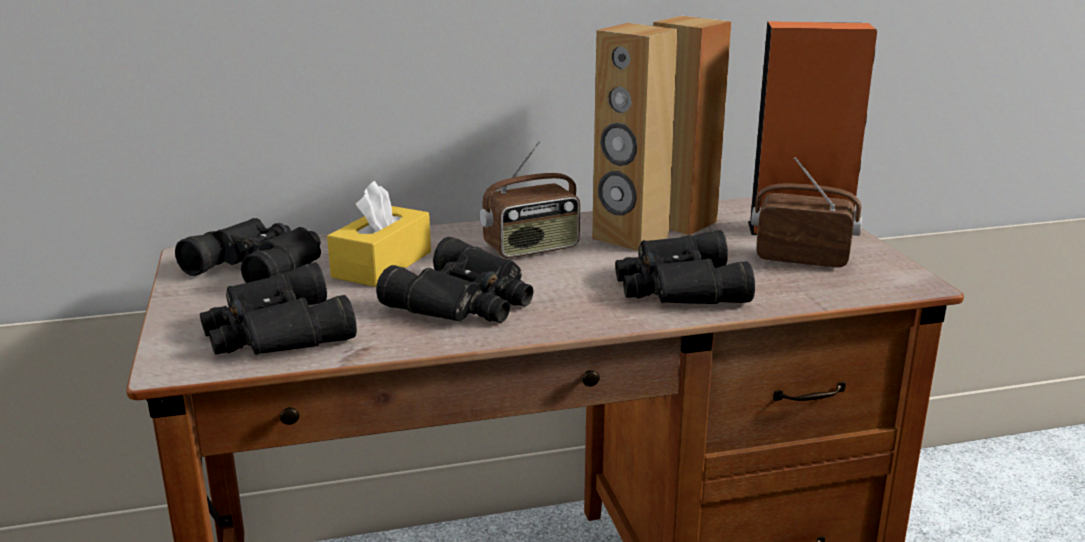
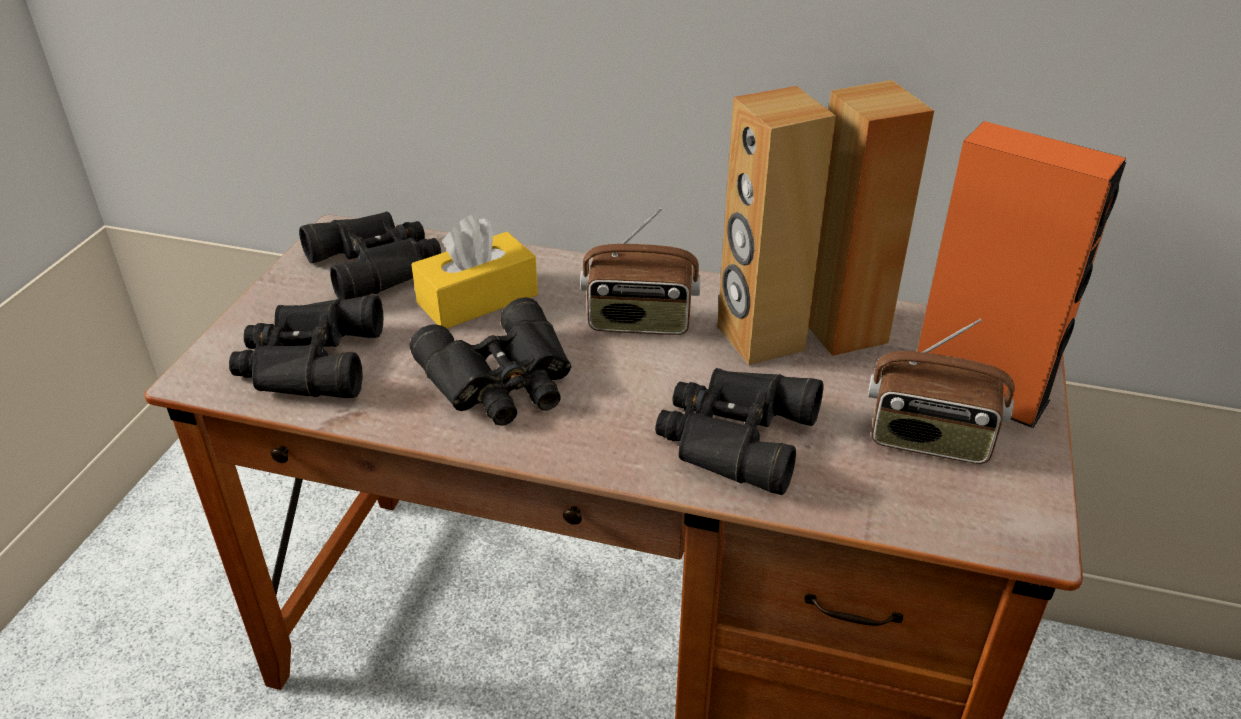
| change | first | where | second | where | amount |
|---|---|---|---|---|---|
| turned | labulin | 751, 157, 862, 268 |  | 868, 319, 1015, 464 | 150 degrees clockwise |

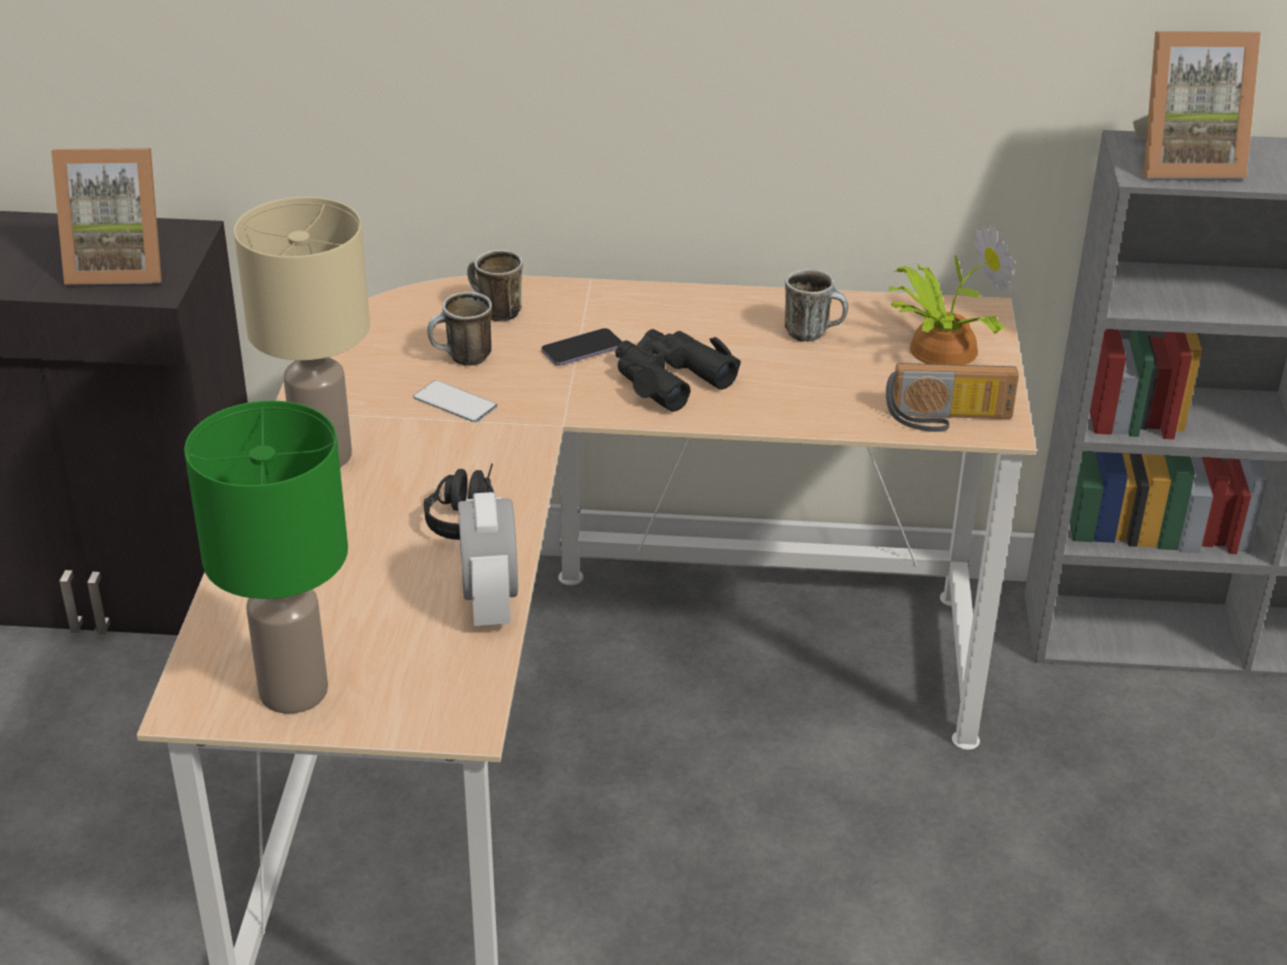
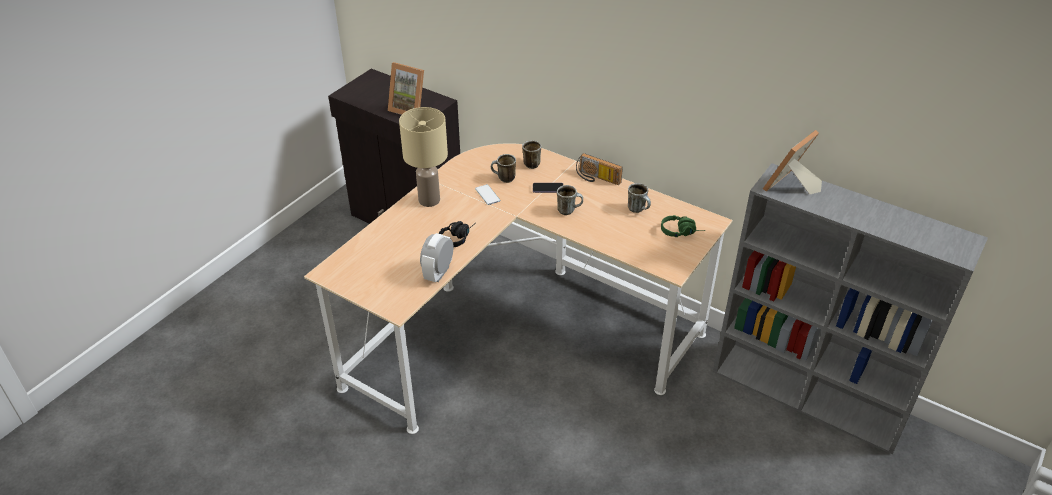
| change | first | where | second | where | amount |
|---|---|---|---|---|---|
| turned | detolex | 1133, 31, 1261, 178 |  | 763, 130, 822, 194 | 105 degrees clockwise |
| replaced | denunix | 889, 225, 1015, 365 | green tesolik | 661, 215, 706, 237 |  |
| replaced | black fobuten | 615, 329, 741, 412 | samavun | 557, 185, 583, 215 |  |
| moved | labulin | 886, 363, 1019, 432 |  | 576, 153, 623, 185 |  |
| removed | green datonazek | 184, 400, 348, 714 |  |  |  |

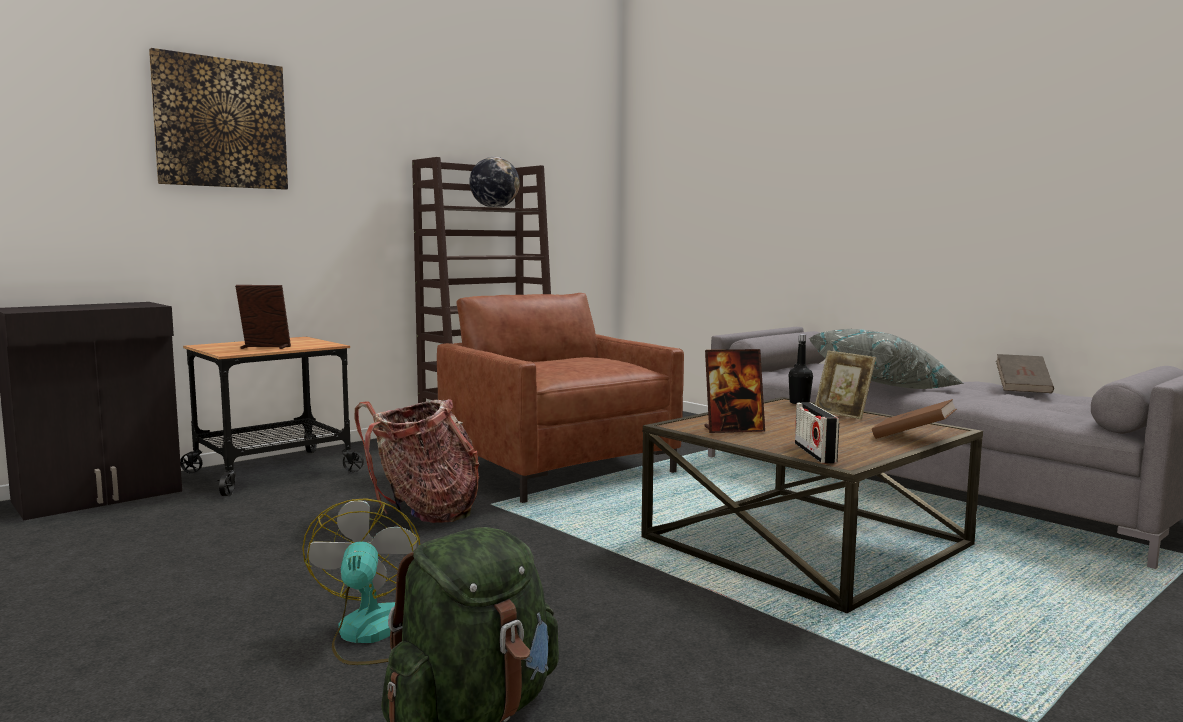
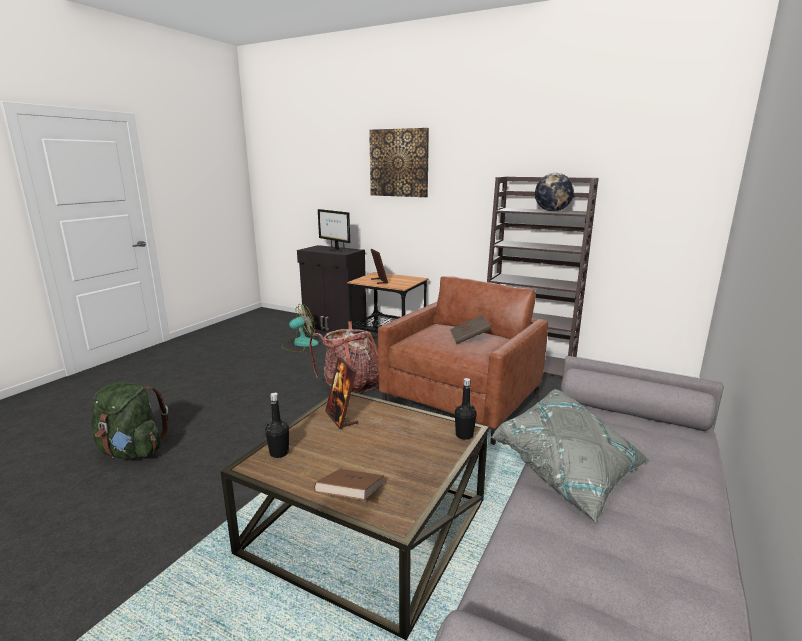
| change | first | where | second | where | amount |
|---|---|---|---|---|---|
| removed | detolex | 815, 351, 876, 419 |  |  |  |
| moved | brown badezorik | 996, 354, 1054, 393 |  | 450, 315, 491, 344 |  |
| replaced | labulin | 795, 402, 839, 464 | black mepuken | 265, 393, 289, 458 |  |
| moved | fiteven | 302, 498, 420, 665 |  | 282, 304, 319, 352 |  |
| added |  |  | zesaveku | 318, 209, 350, 252 |  |

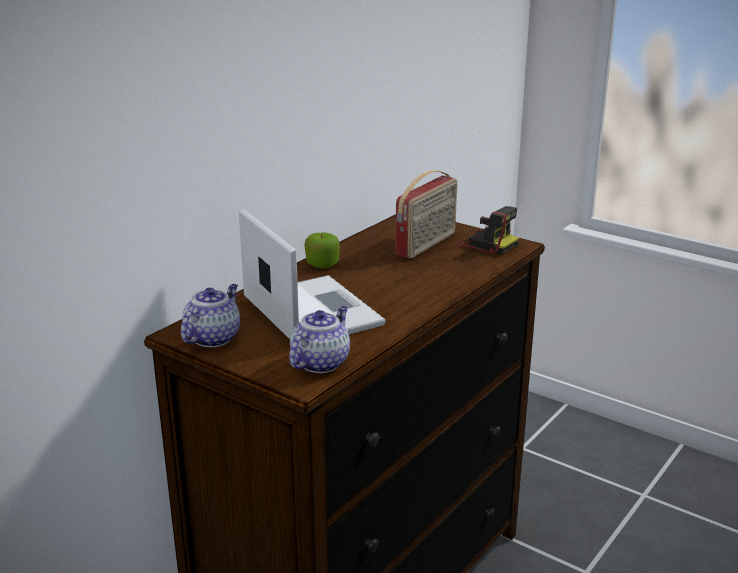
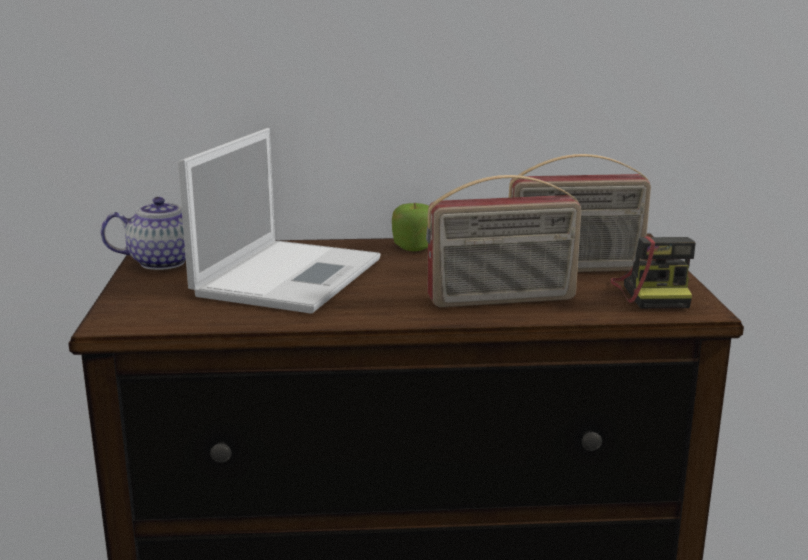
| change | first | where | second | where | amount |
|---|---|---|---|---|---|
| removed | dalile | 289, 306, 350, 373 |  |  |  |
| added |  |  | labulin | 426, 175, 581, 307 |  |

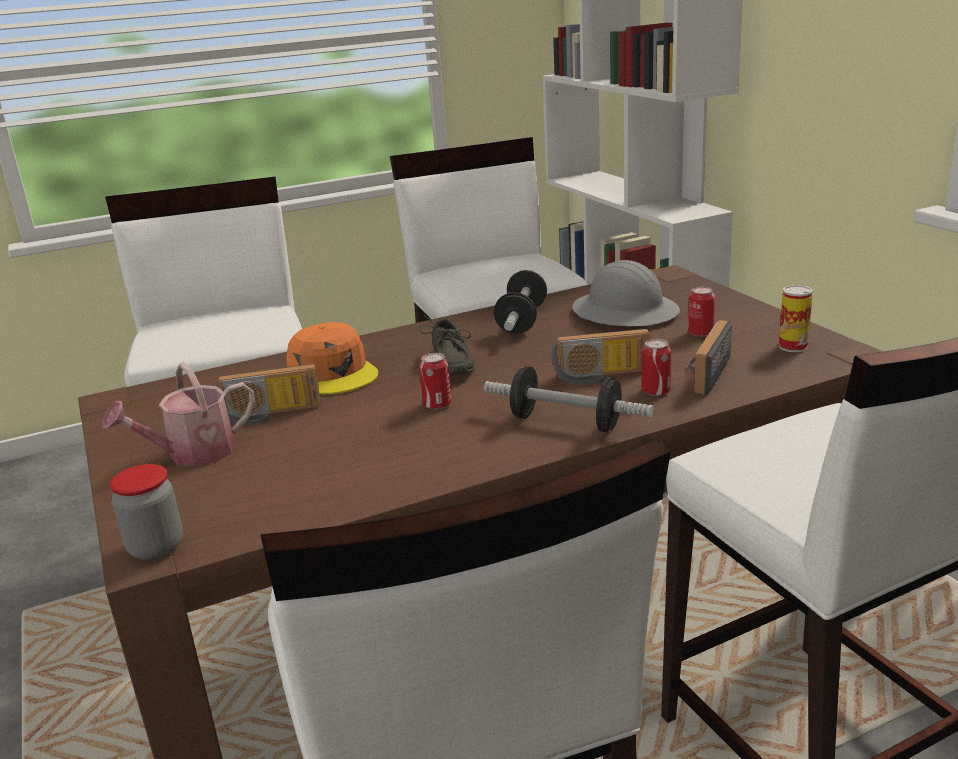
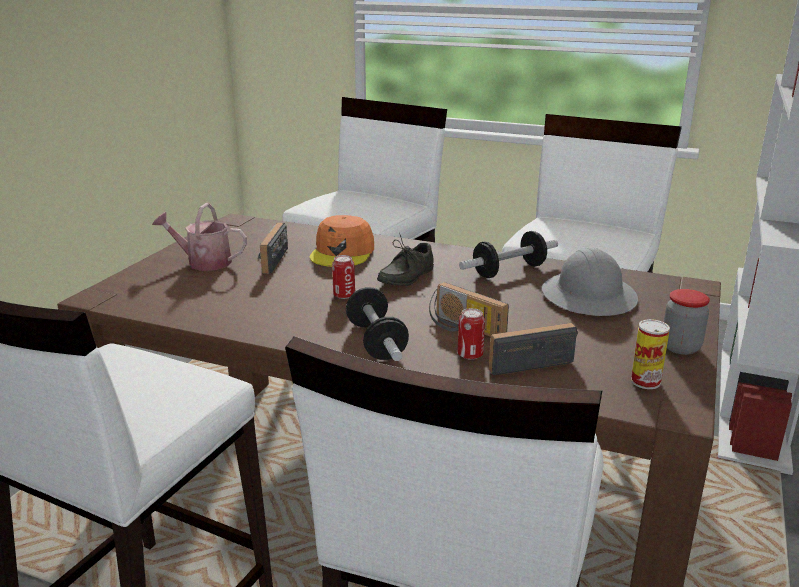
| change | first | where | second | where | amount |
|---|---|---|---|---|---|
| removed | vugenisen | 688, 287, 715, 337 |  |  |  |
| turned | labulin | 216, 364, 321, 425 |  | 258, 222, 288, 274 | 60 degrees clockwise |
| moved | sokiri | 110, 464, 183, 560 |  | 664, 289, 710, 355 |  |

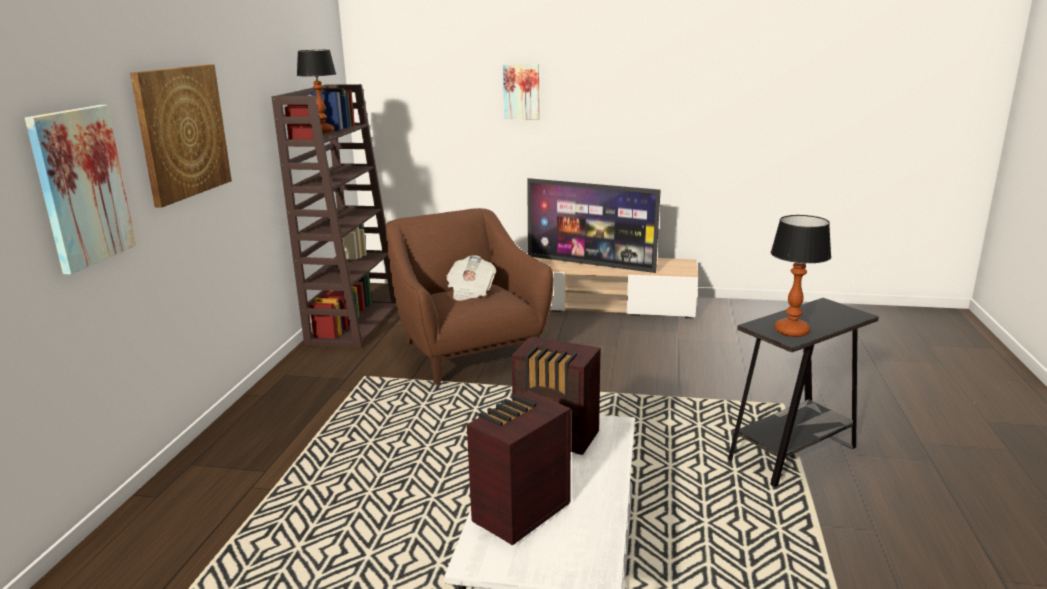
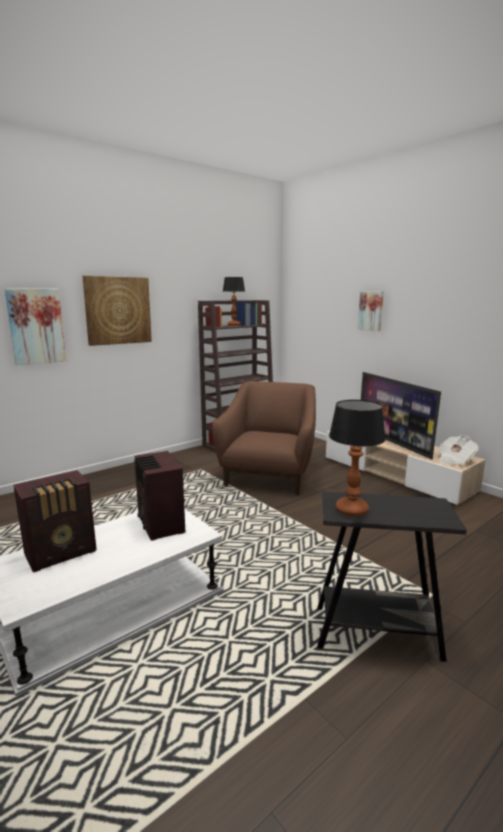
| change | first | where | second | where | amount |
|---|---|---|---|---|---|
| moved | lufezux | 446, 255, 496, 300 |  | 438, 435, 479, 465 |  |
| turned | labulin | 467, 391, 571, 545 |  | 13, 470, 97, 572 | 150 degrees clockwise |

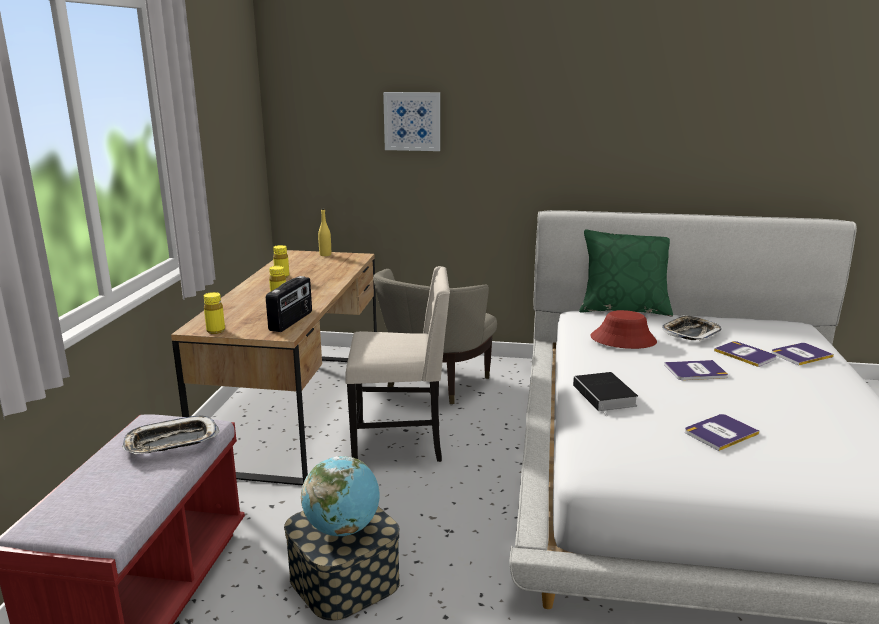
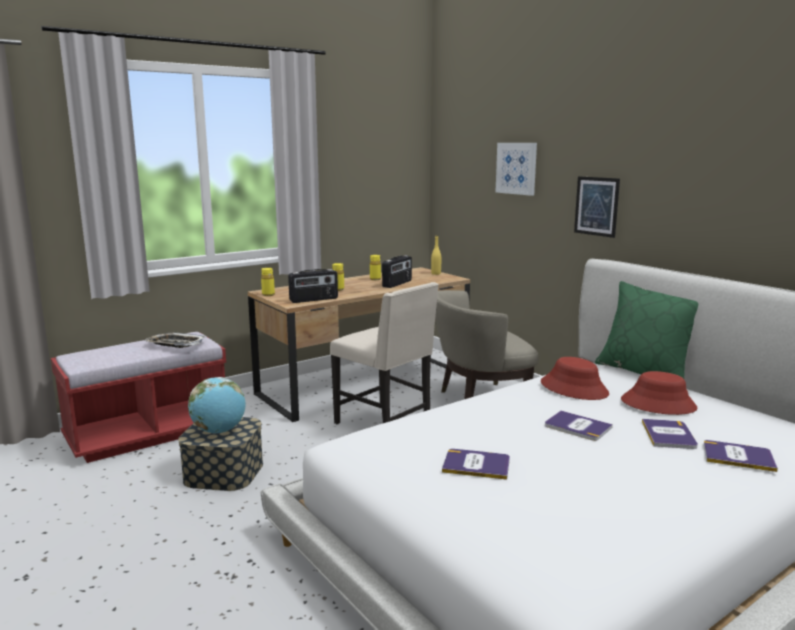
| change | first | where | second | where | amount |
|---|---|---|---|---|---|
| replaced | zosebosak | 662, 315, 722, 340 | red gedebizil | 621, 371, 697, 415 |  |
| removed | badezorik | 573, 372, 638, 416 |  |  |  |
| added |  |  | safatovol | 574, 176, 620, 238 |  |
| added |  |  | labulin | 382, 255, 412, 288 |  |

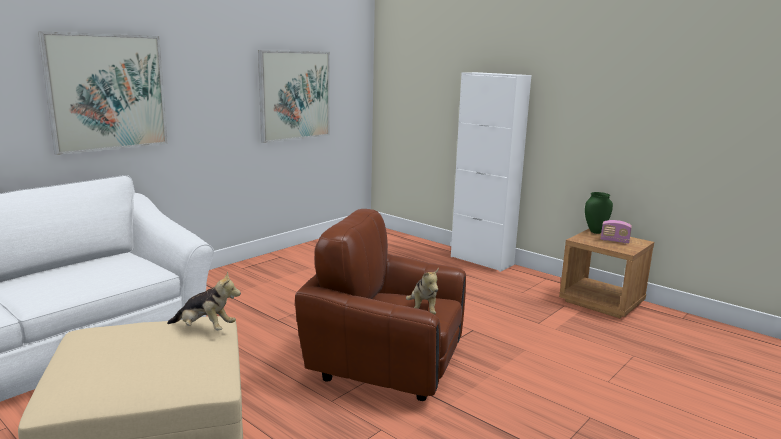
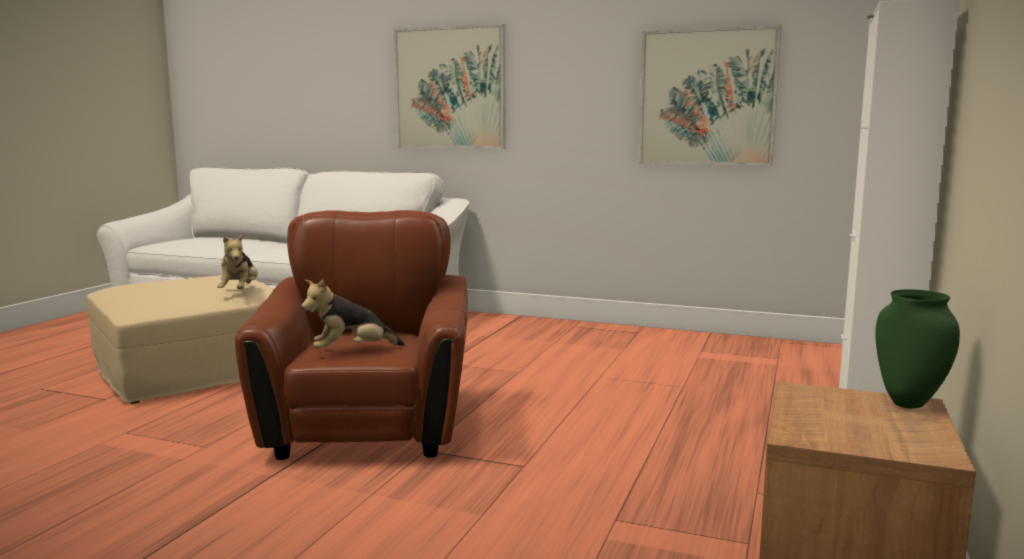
| change | first | where | second | where | amount |
|---|---|---|---|---|---|
| removed | labulin | 601, 220, 632, 244 |  |  |  |

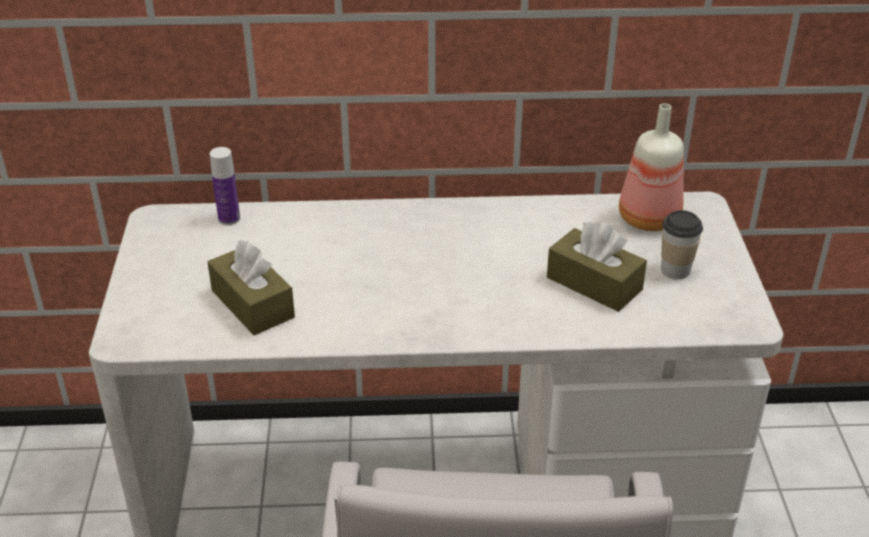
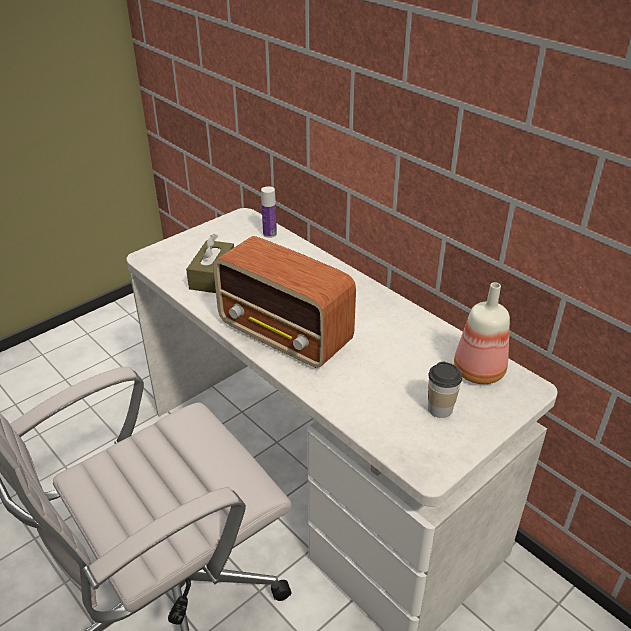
| change | first | where | second | where | amount |
|---|---|---|---|---|---|
| removed | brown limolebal | 547, 221, 647, 312 |  |  |  |
| added |  |  | labulin | 213, 236, 356, 368 |  |

